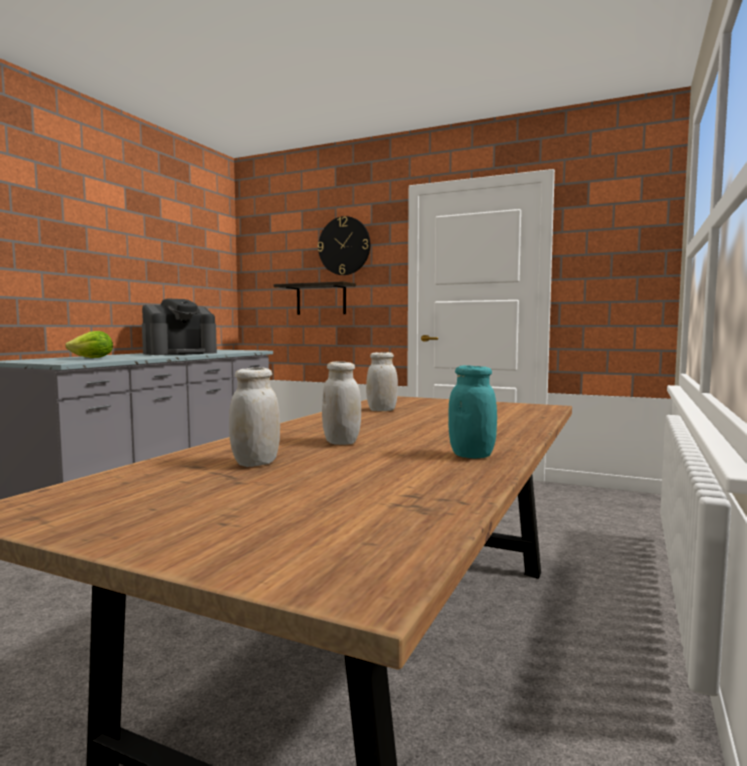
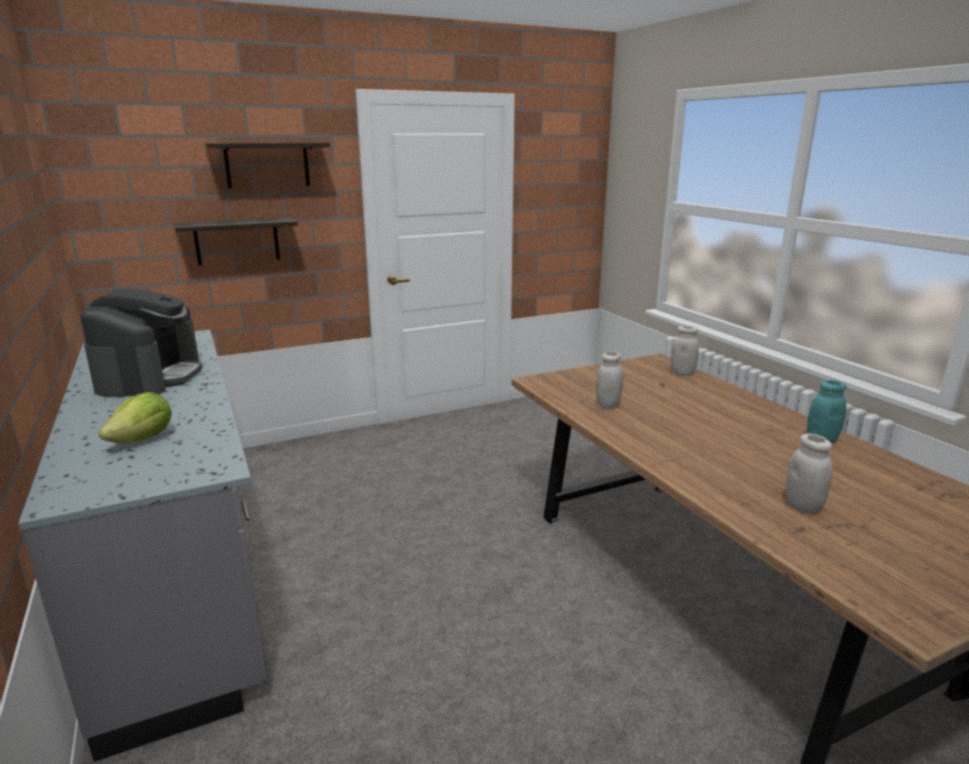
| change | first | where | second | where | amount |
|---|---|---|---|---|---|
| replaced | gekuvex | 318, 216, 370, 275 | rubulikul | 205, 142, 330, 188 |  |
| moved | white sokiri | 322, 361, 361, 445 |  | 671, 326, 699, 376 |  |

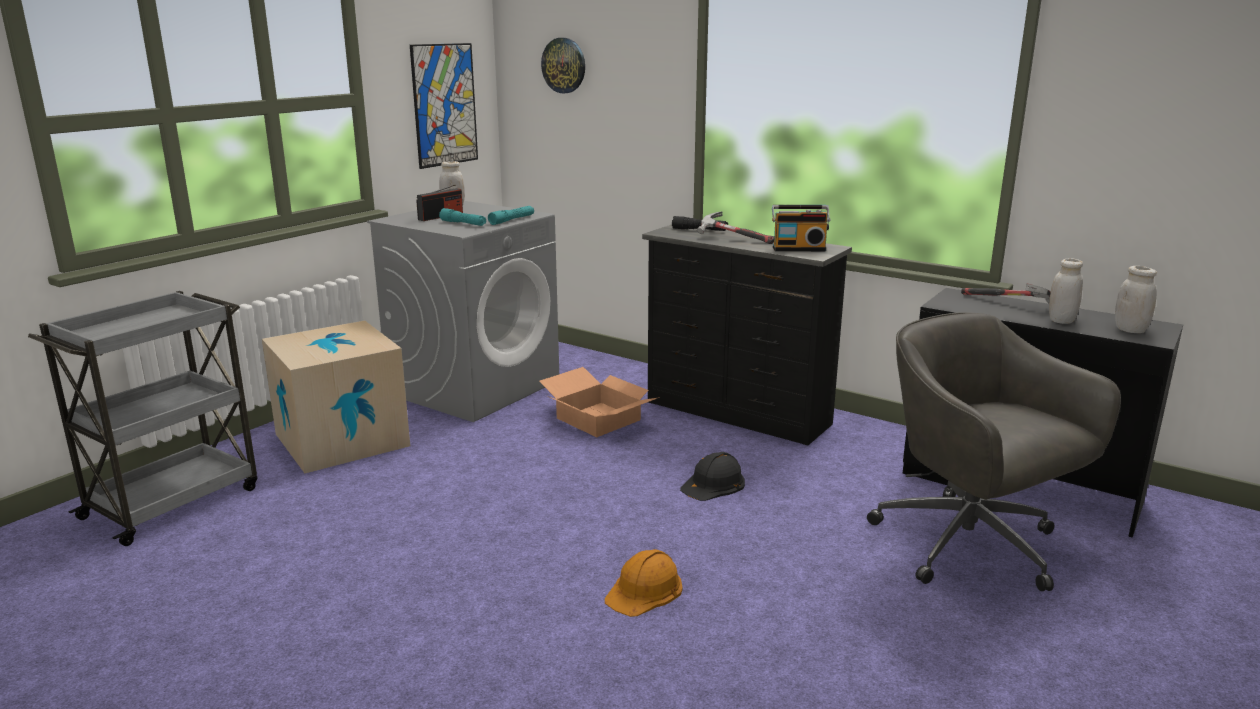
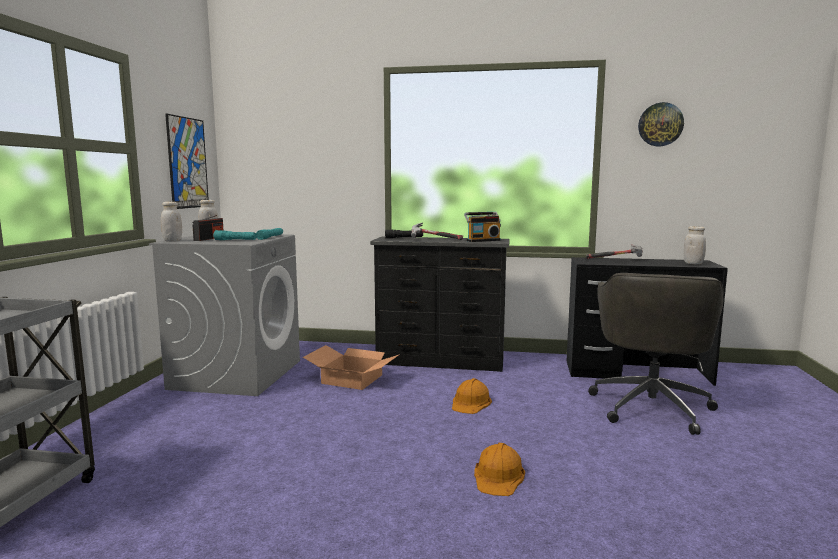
| change | first | where | second | where | amount |
|---|---|---|---|---|---|
| moved | gekuvex | 541, 38, 585, 93 |  | 638, 102, 684, 146 |  |
| moved | white sokiri | 1049, 258, 1083, 324 |  | 161, 202, 182, 242 |  |
| turned | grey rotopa | 867, 312, 1121, 591 |  | 588, 273, 724, 435 | 105 degrees counterclockwise |
| removed | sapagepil | 262, 321, 410, 473 |  |  |  |
| recoloured | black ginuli | 680, 452, 745, 501 | orange ginuli | 452, 378, 492, 414 |  |

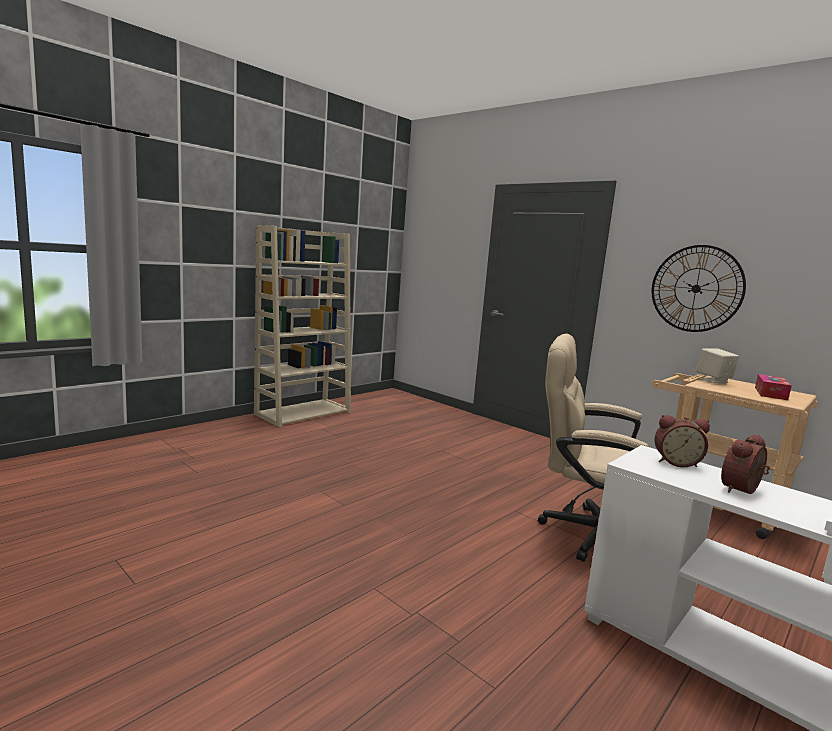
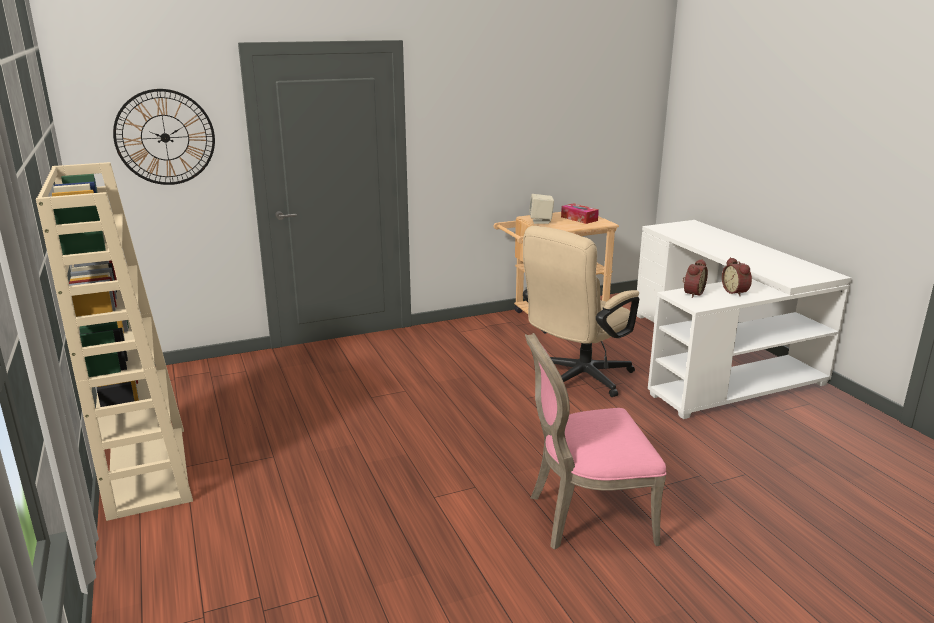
| change | first | where | second | where | amount |
|---|---|---|---|---|---|
| moved | gekuvex | 652, 245, 746, 332 |  | 113, 89, 215, 185 |  |
| added |  |  | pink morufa | 525, 333, 666, 550 |  |

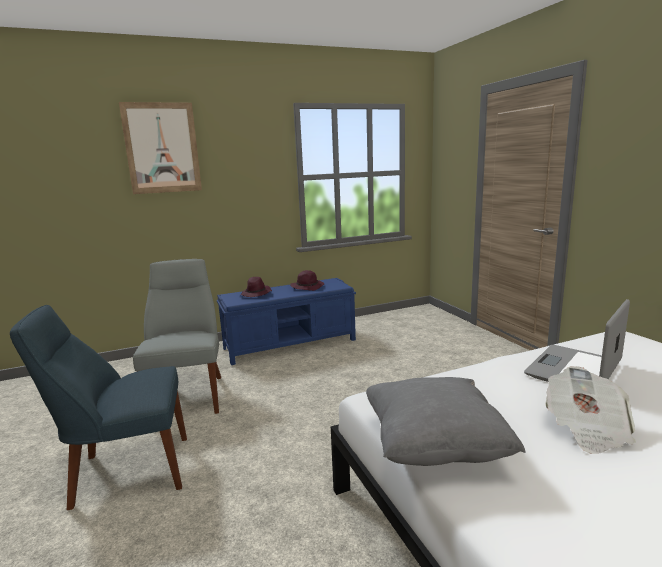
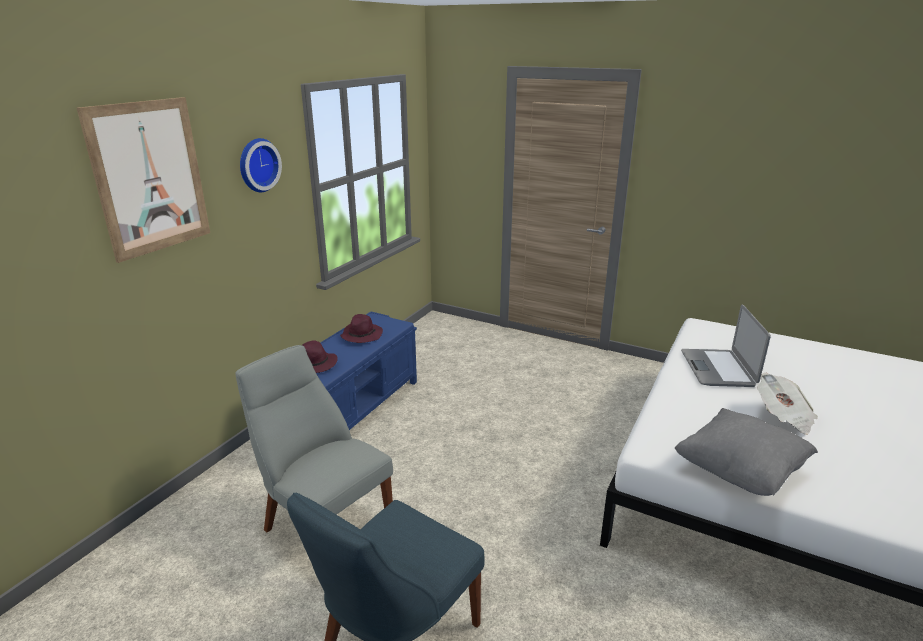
| change | first | where | second | where | amount |
|---|---|---|---|---|---|
| added |  |  | gekuvex | 240, 138, 282, 192 |  |

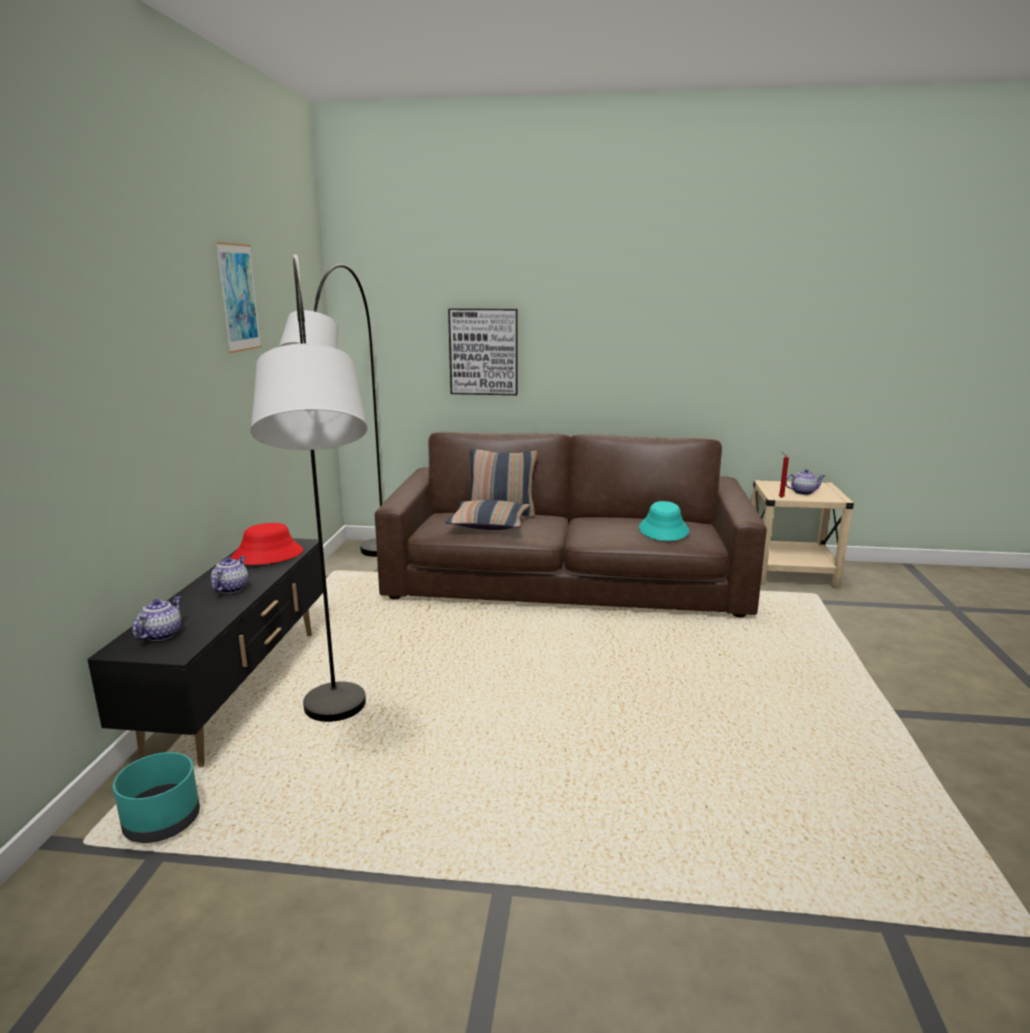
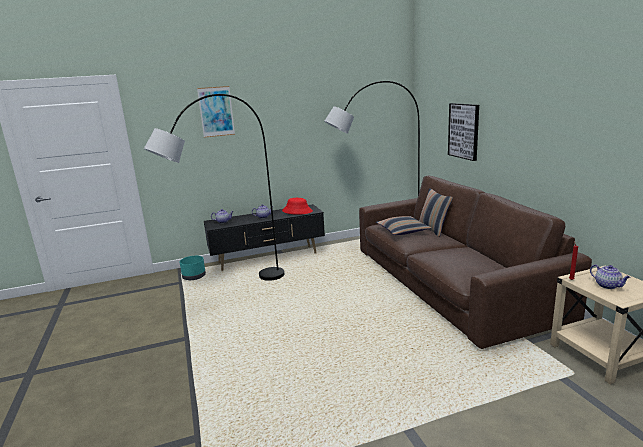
| change | first | where | second | where | amount |
|---|---|---|---|---|---|
| moved | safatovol | 215, 242, 262, 353 |  | 197, 86, 235, 138 |  |
| removed | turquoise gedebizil | 639, 501, 689, 541 |  |  |  |

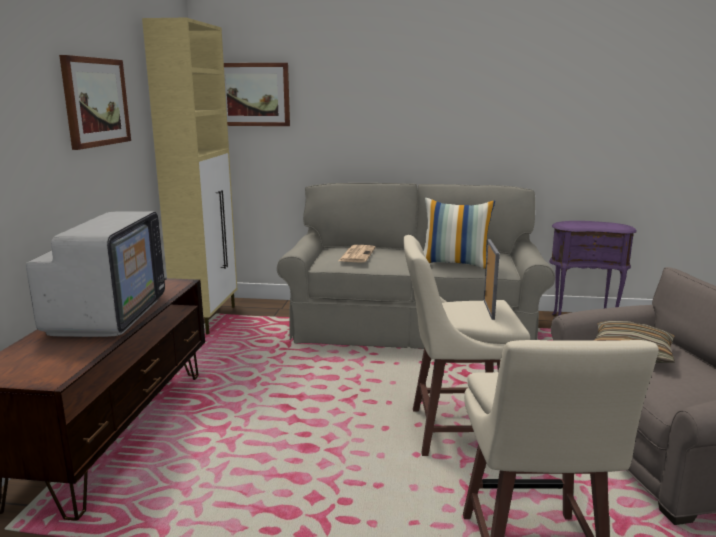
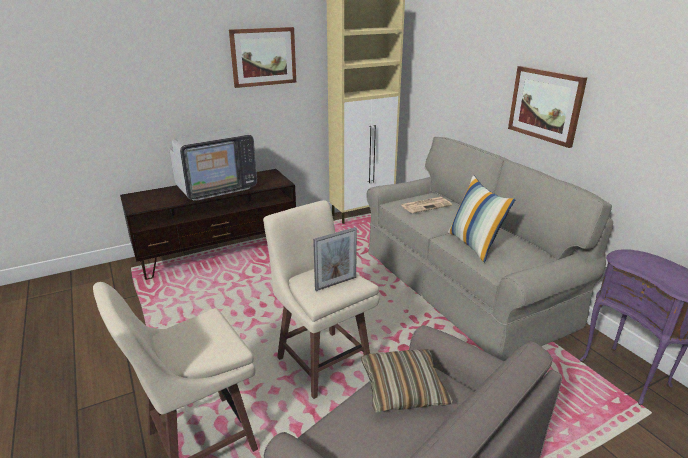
| change | first | where | second | where | amount |
|---|---|---|---|---|---|
| moved | safatovol | 224, 63, 290, 126 |  | 508, 66, 587, 148 |  |

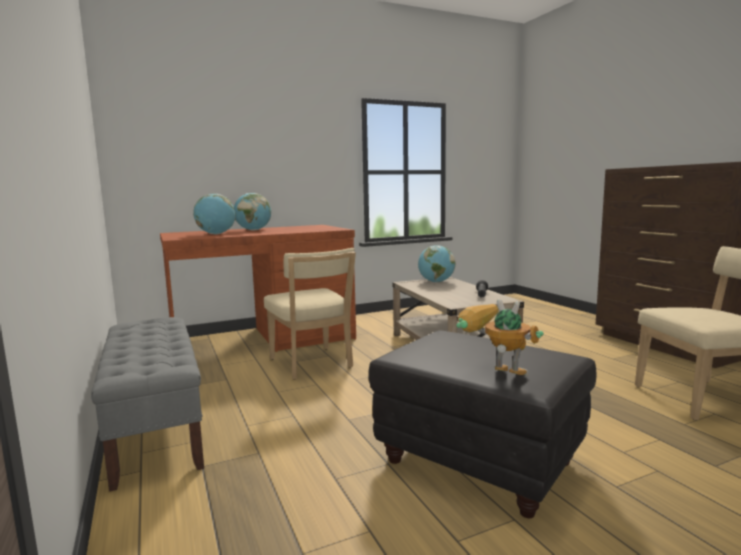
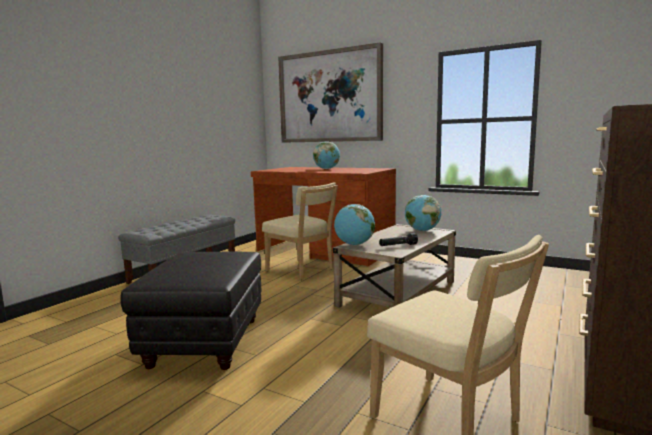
| change | first | where | second | where | amount |
|---|---|---|---|---|---|
| moved | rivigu | 193, 194, 236, 234 |  | 334, 204, 375, 245 |  |
| turned | beige morufa | 264, 248, 356, 380 |  | 262, 182, 338, 280 | 75 degrees counterclockwise |
| removed | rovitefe | 456, 299, 544, 376 |  |  |  |
| added |  |  | safatovol | 278, 42, 383, 143 |  |

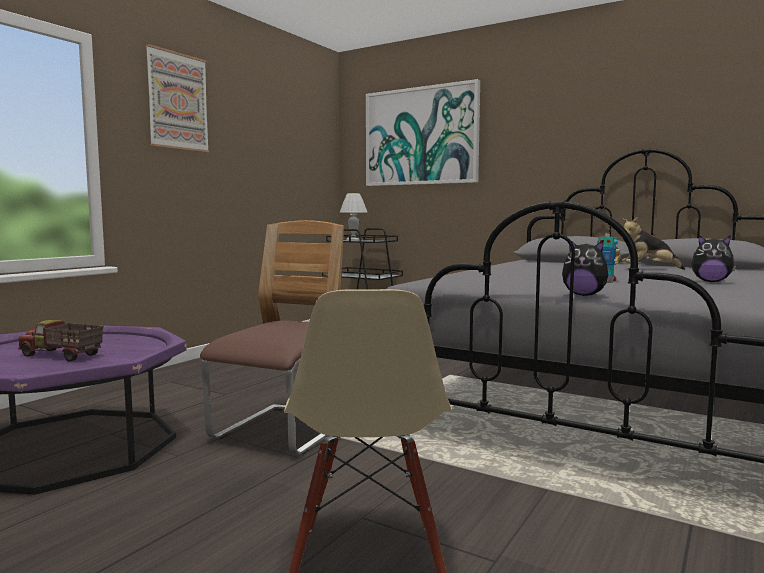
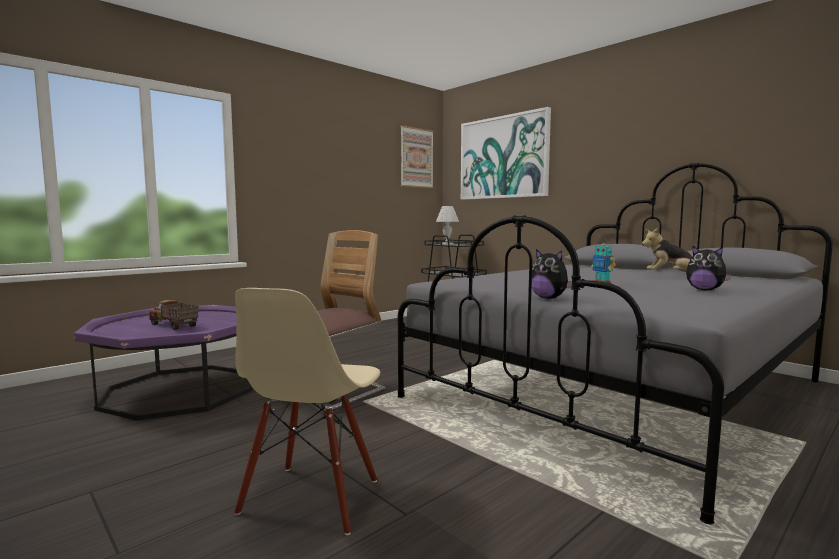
| change | first | where | second | where | amount |
|---|---|---|---|---|---|
| moved | safatovol | 145, 44, 209, 153 |  | 400, 125, 434, 188 |  |

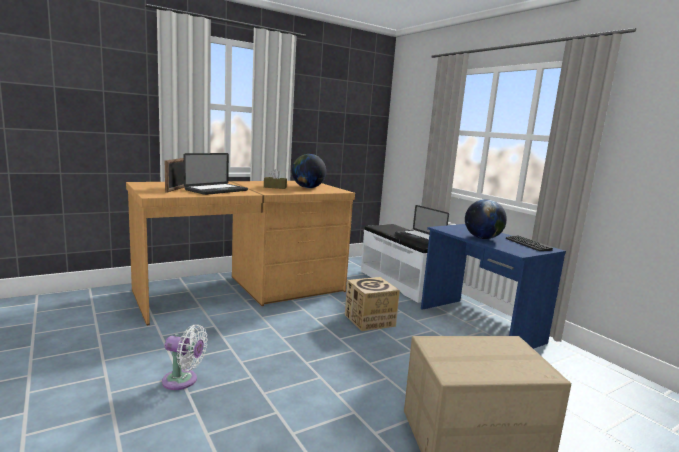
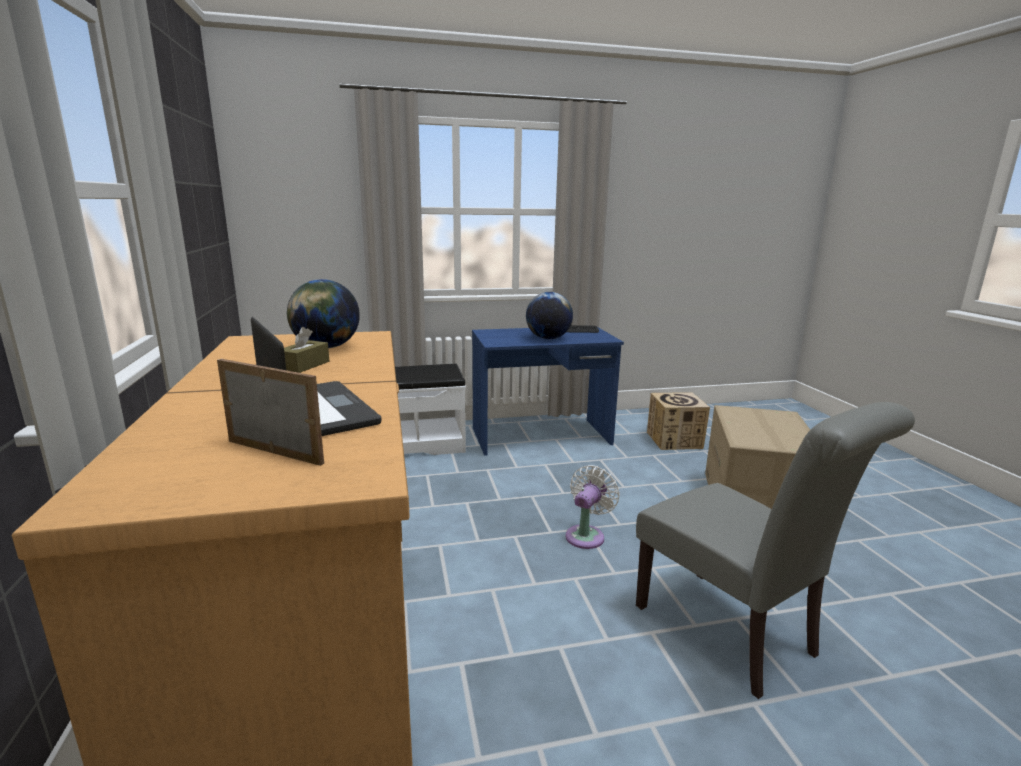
| change | first | where | second | where | amount |
|---|---|---|---|---|---|
| removed | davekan | 395, 205, 449, 245 |  |  |  |
| moved | sapagepil | 345, 277, 400, 331 |  | 647, 392, 710, 450 |  |
| moved | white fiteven | 162, 324, 208, 390 |  | 566, 465, 620, 549 |  |
| added |  |  | grey morufa | 636, 402, 915, 699 |  |

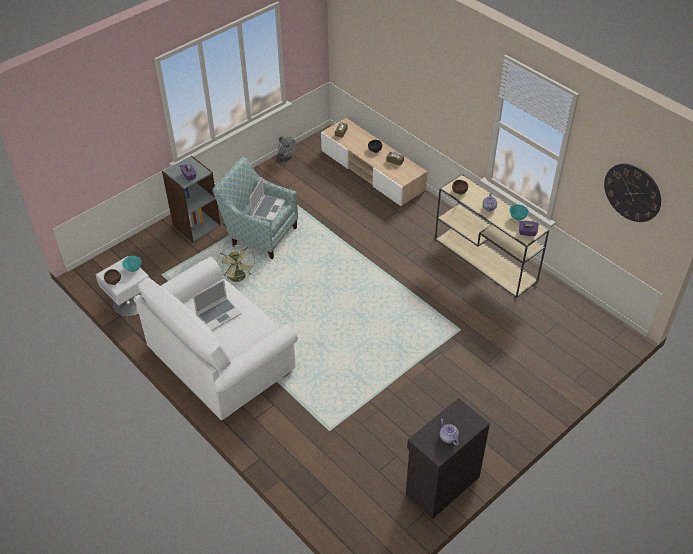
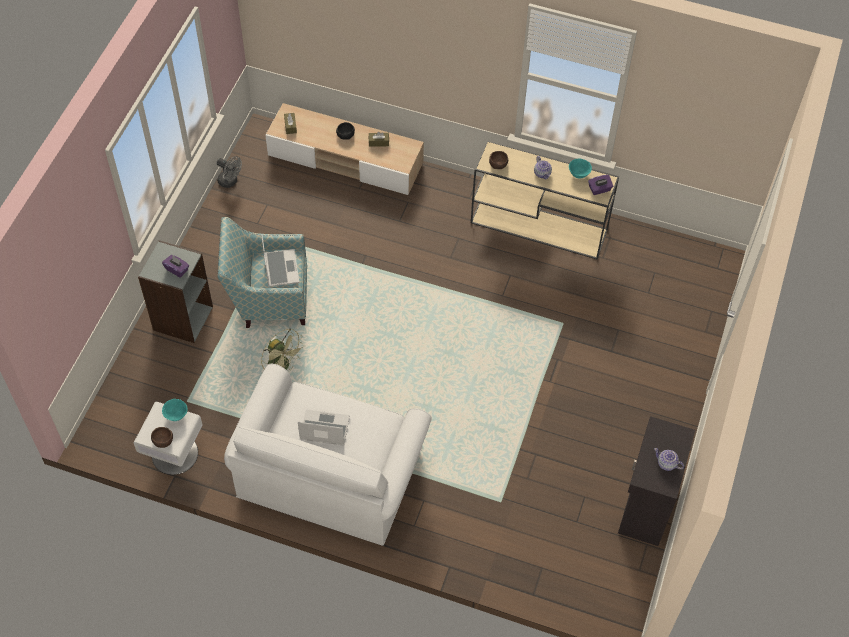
| change | first | where | second | where | amount |
|---|---|---|---|---|---|
| removed | gekuvex | 604, 163, 661, 222 |  |  |  |
| turned | davekan | 193, 280, 242, 331 |  | 298, 409, 350, 446 | 105 degrees counterclockwise |

